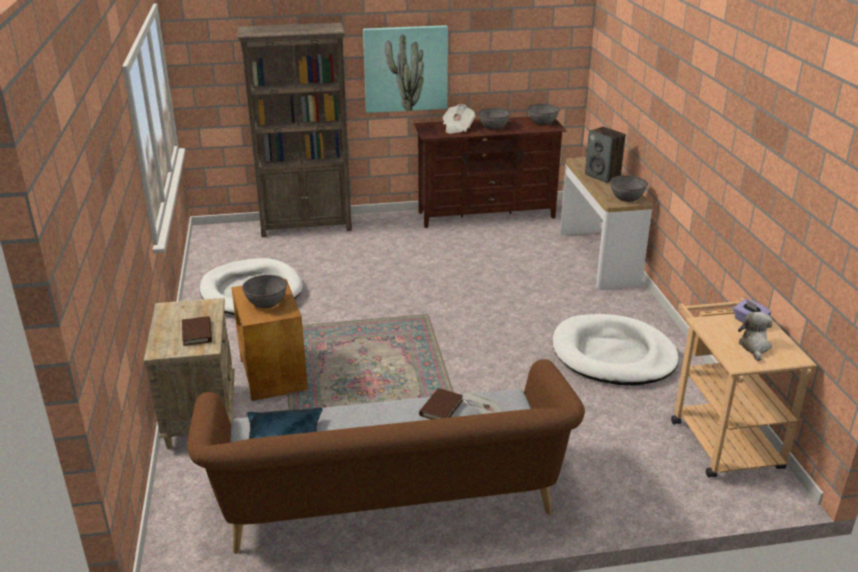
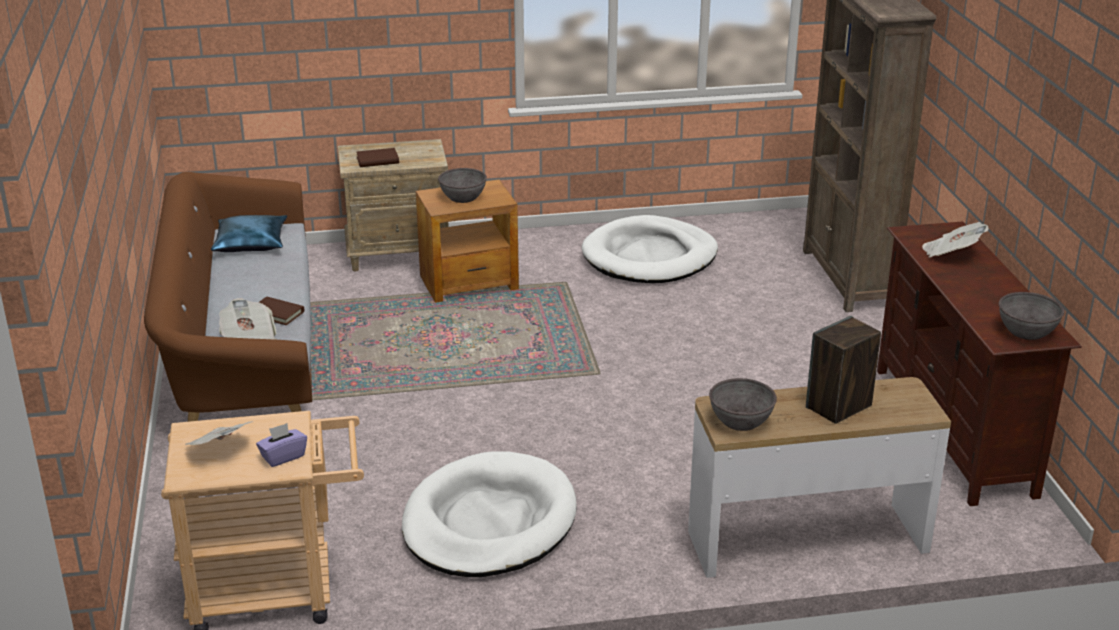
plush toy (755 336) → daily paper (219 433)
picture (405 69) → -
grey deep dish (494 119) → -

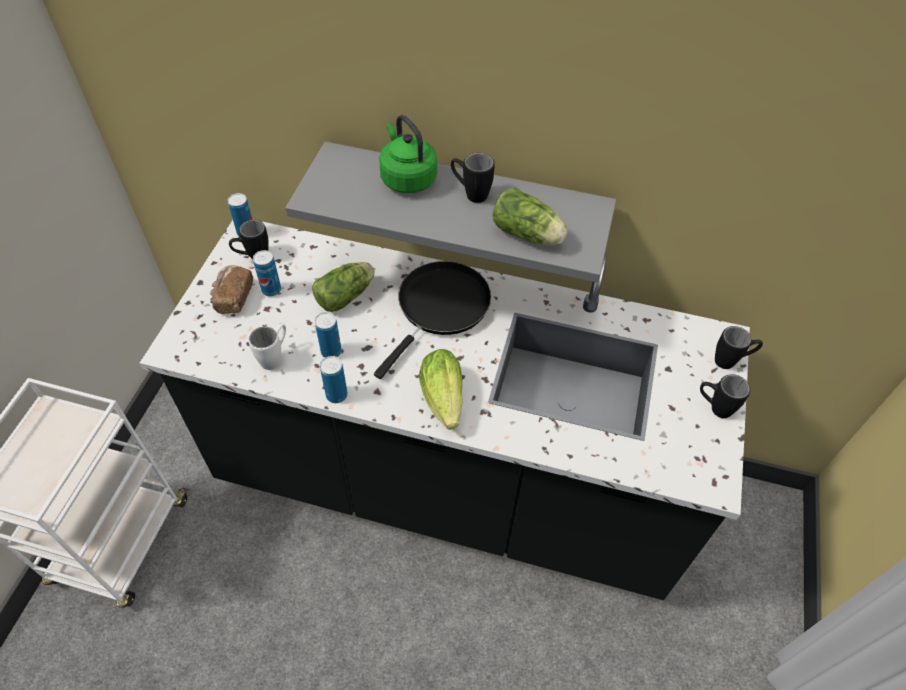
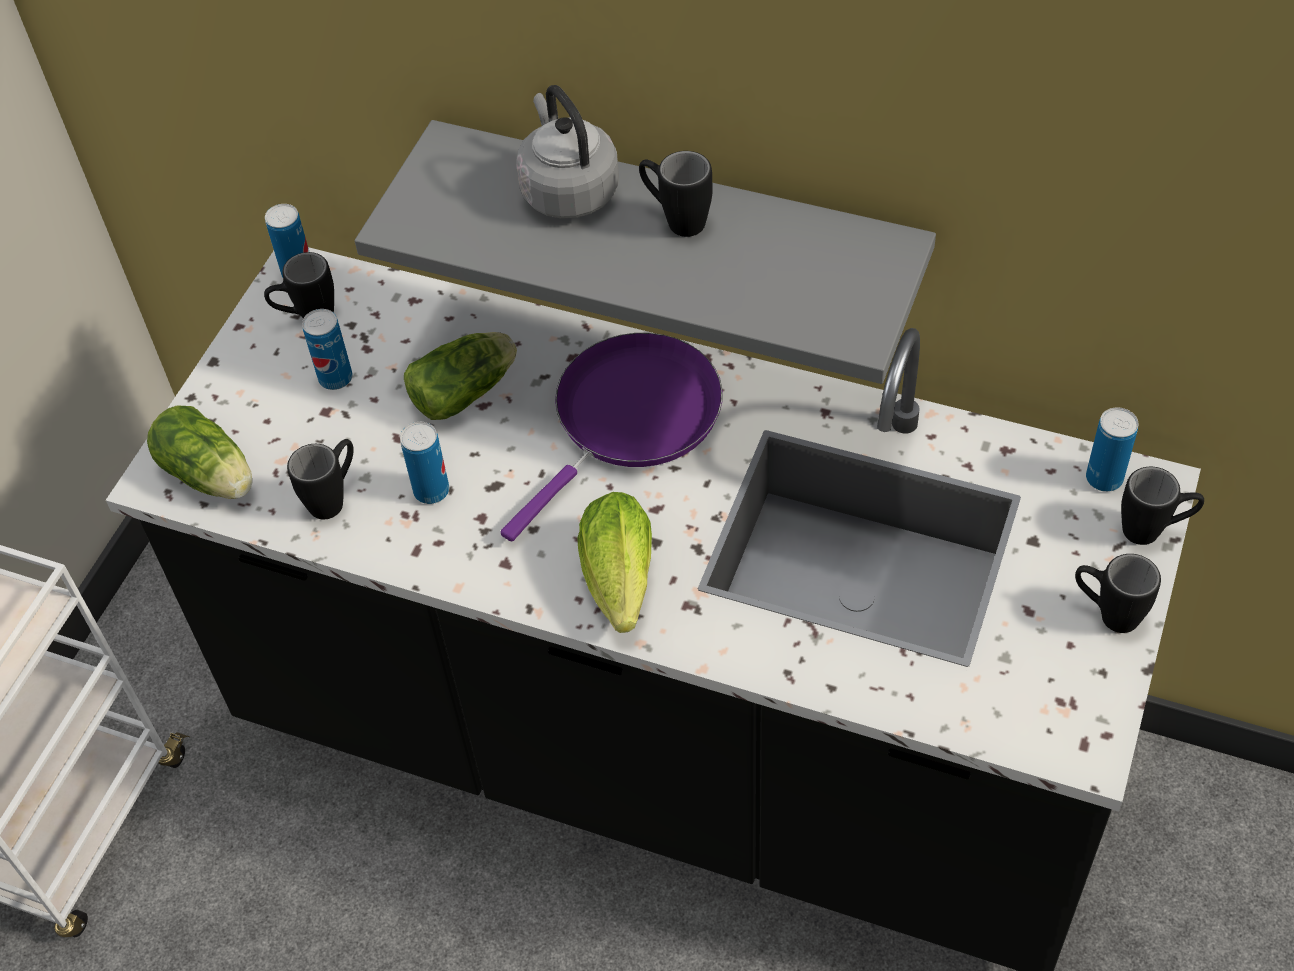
lettuce (529 216) → lettuce (199 452), move
white-coloured coffee mug (267 346) → blackish coffee mug (320 479)
blackish frying pan (432 320) → purple frying pan (611 437)
green-coloured tea kettle (408 154) → grey tea kettle (568 152)
metal can (334 379) → metal can (1112 449), move
bread (231 289) → -

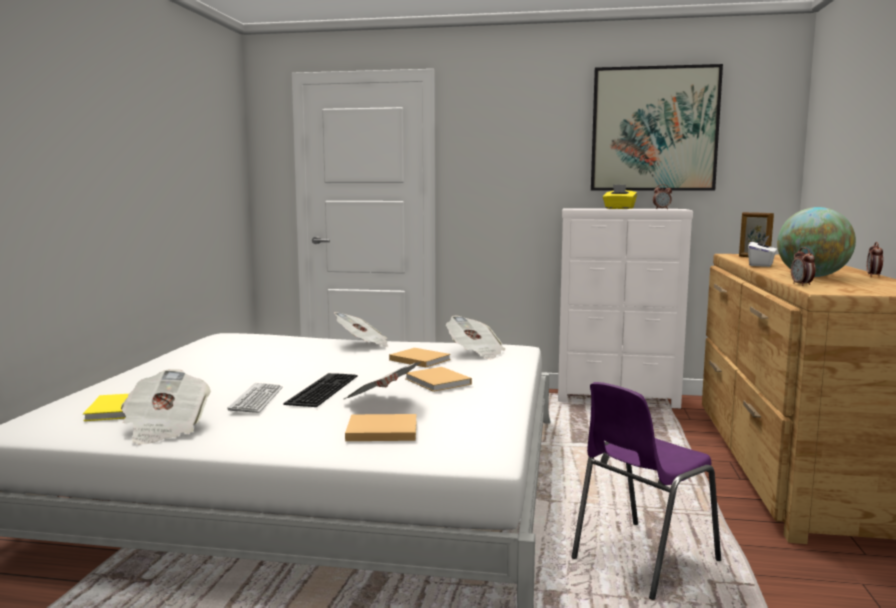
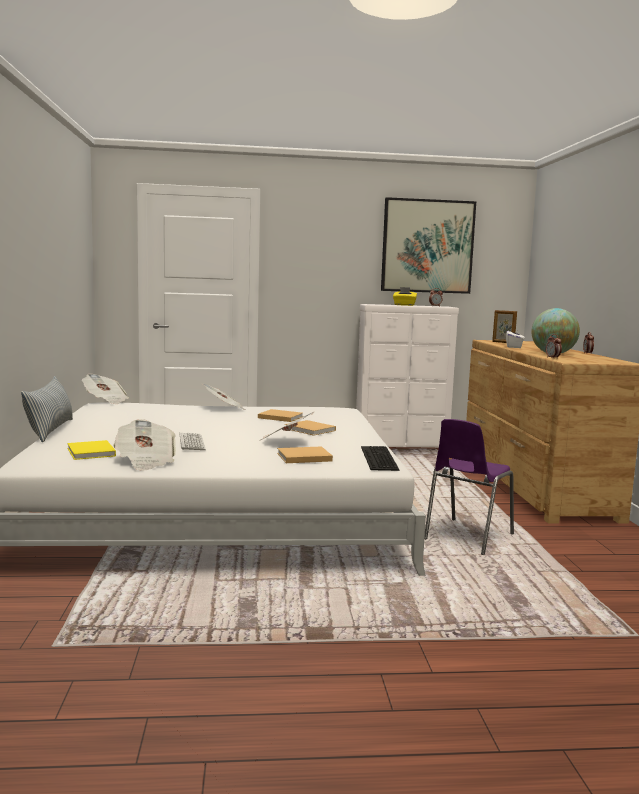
- → throw pillow (47 409)
daily paper (475 337) → daily paper (105 389), move
computer keyboard (320 390) → computer keyboard (380 458), move

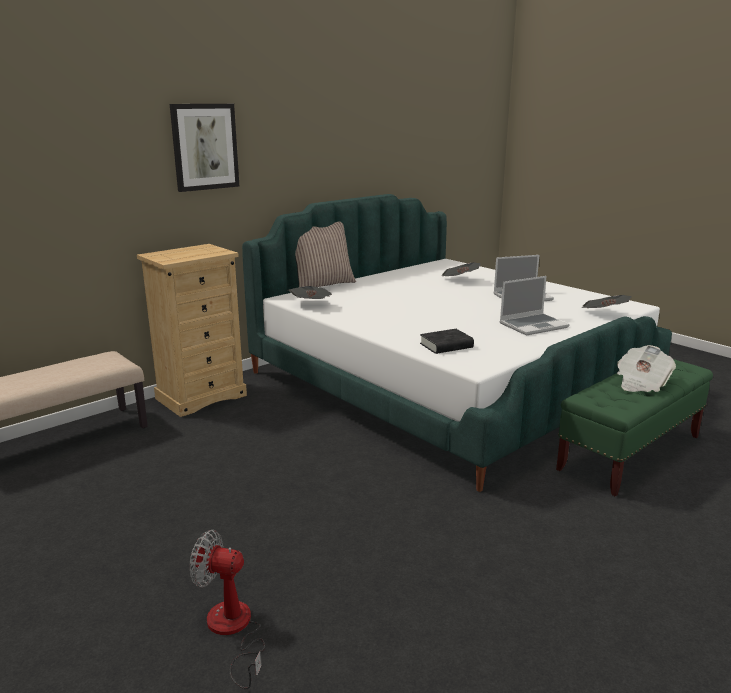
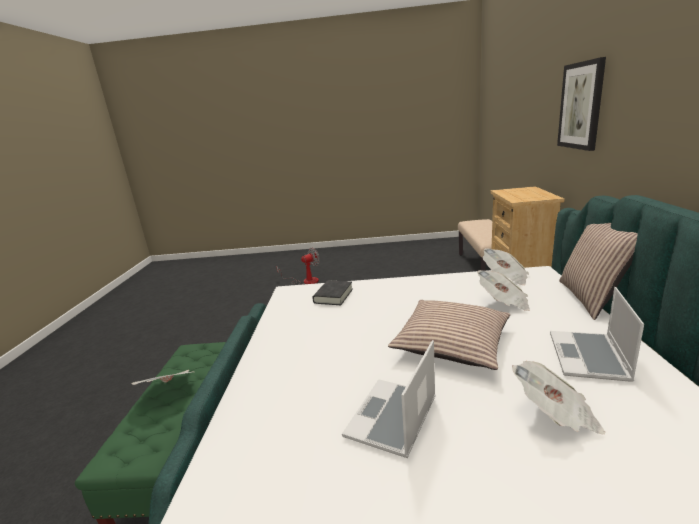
- → throw pillow (449 335)
daily paper (606 301) → daily paper (503 290), move
notebook computer (535 306) → notebook computer (597 334), move

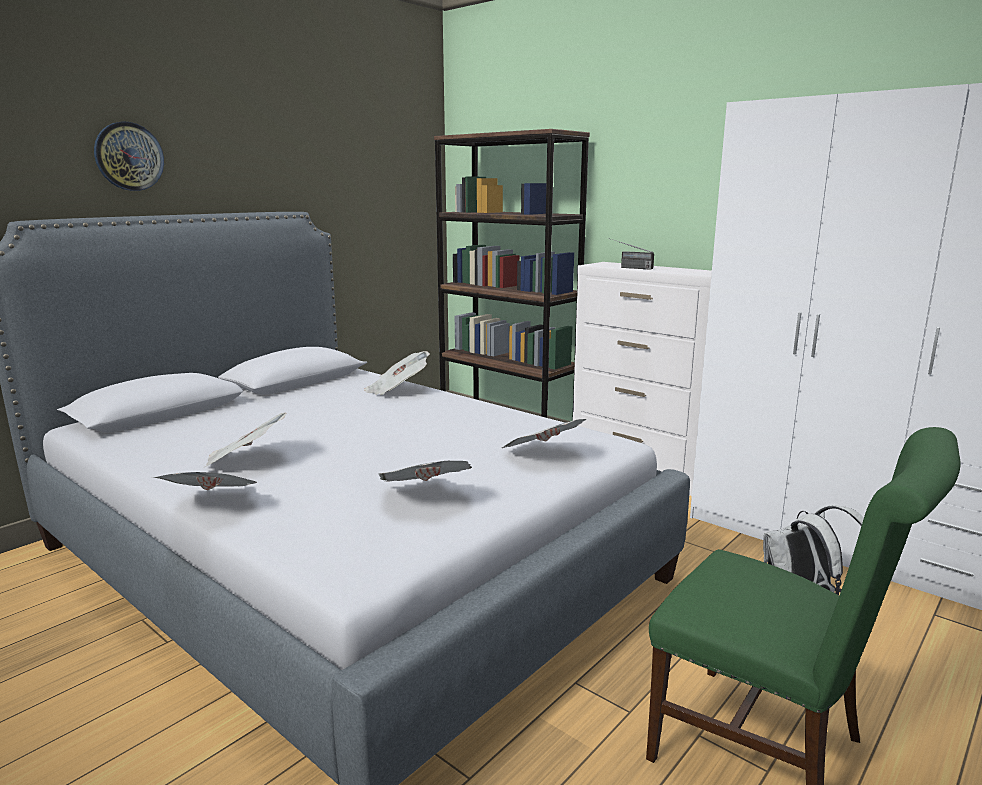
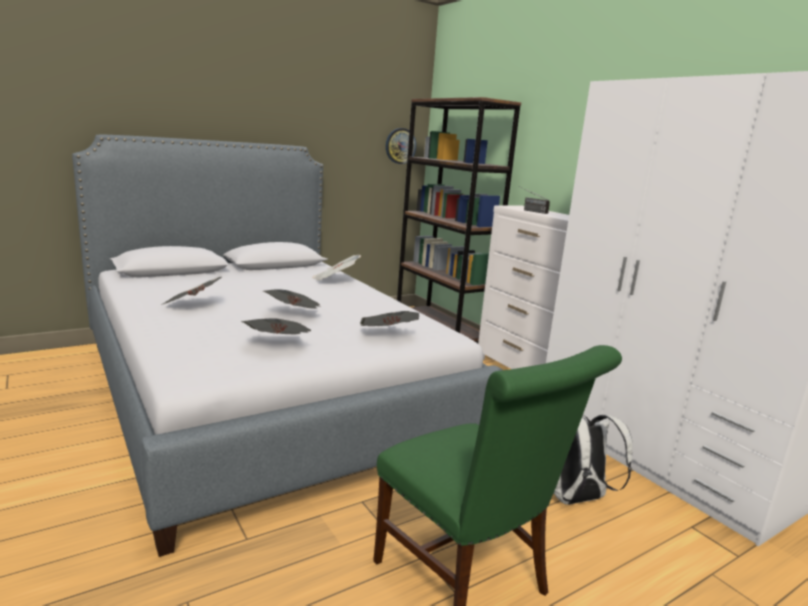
daily paper (205 481) → daily paper (291 299), move
clock on the wall (129 156) → clock on the wall (401 146), move

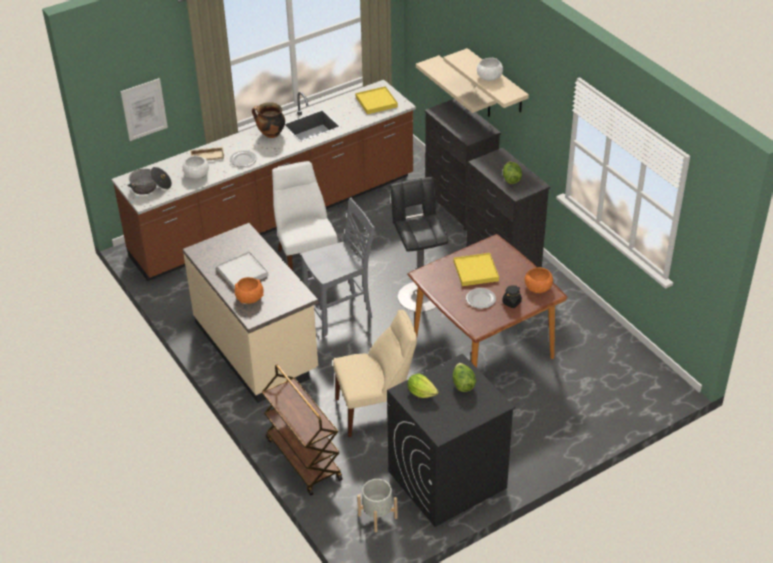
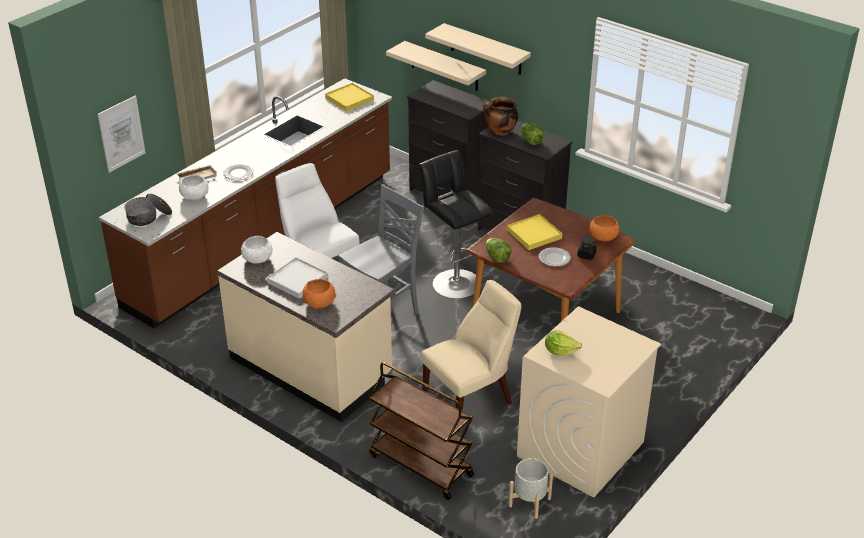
white-coloured deep dish (490 69) → white-coloured deep dish (257 250), move
saucepot (268 120) → saucepot (500 116), move
lettuce (464 377) → lettuce (498 250), move
blackish washing machine (451 440) → sand-coloured washing machine (589 402)

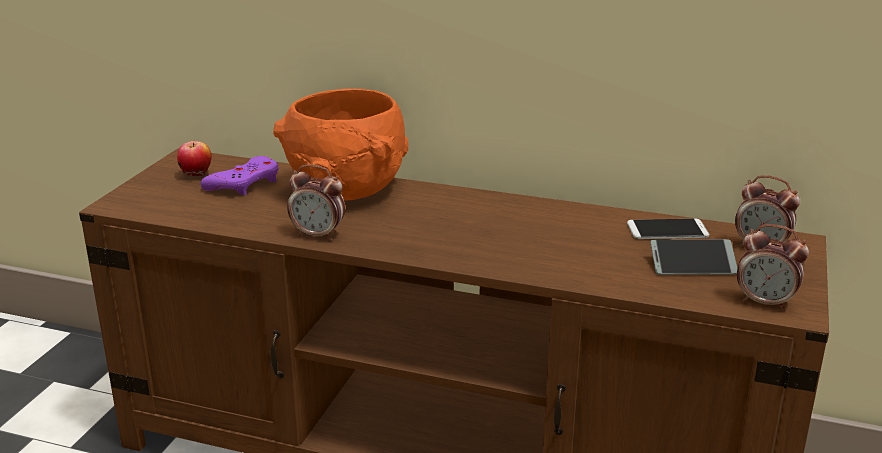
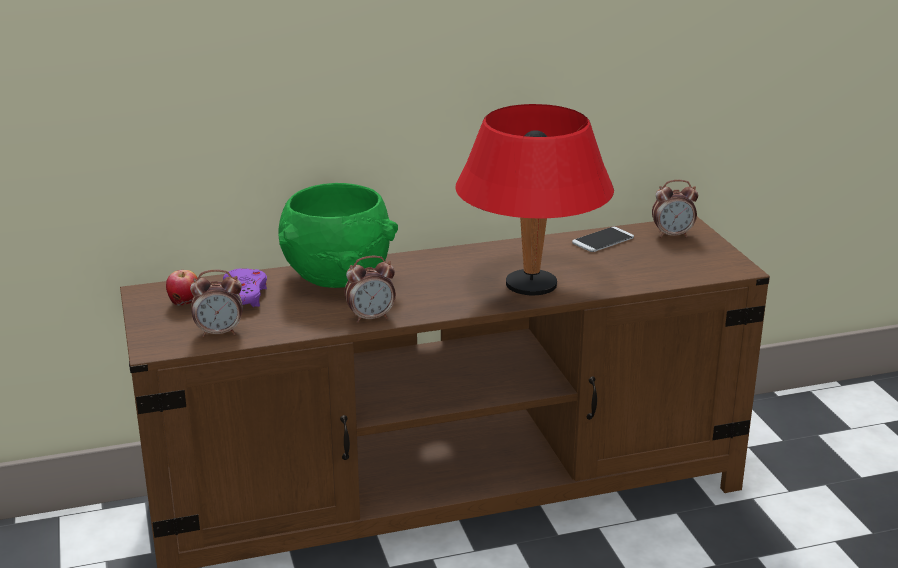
bedside clock (773 267) → bedside clock (216 303), move
orange deep dish (340 145) → green-coloured deep dish (338 235)
- → reddish tabletop lamp (535 199)
handset (693 257) → -

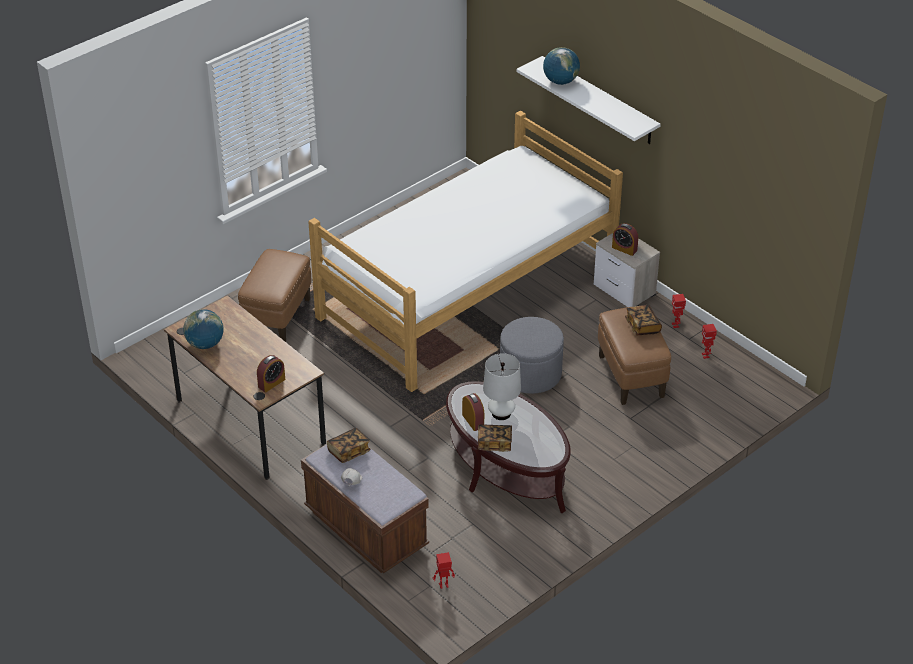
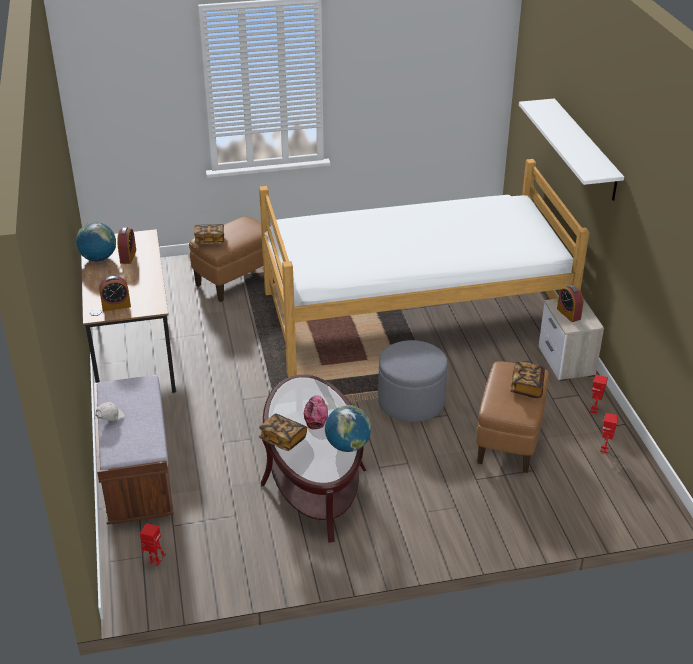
bedside clock (473 412) → bedside clock (126 245), move
bound book (349 445) → bound book (209 234), move
white-coloured tabletop lamp (502 386) → baseball cap (316 412)
desk globe (561 66) → desk globe (348 428), move

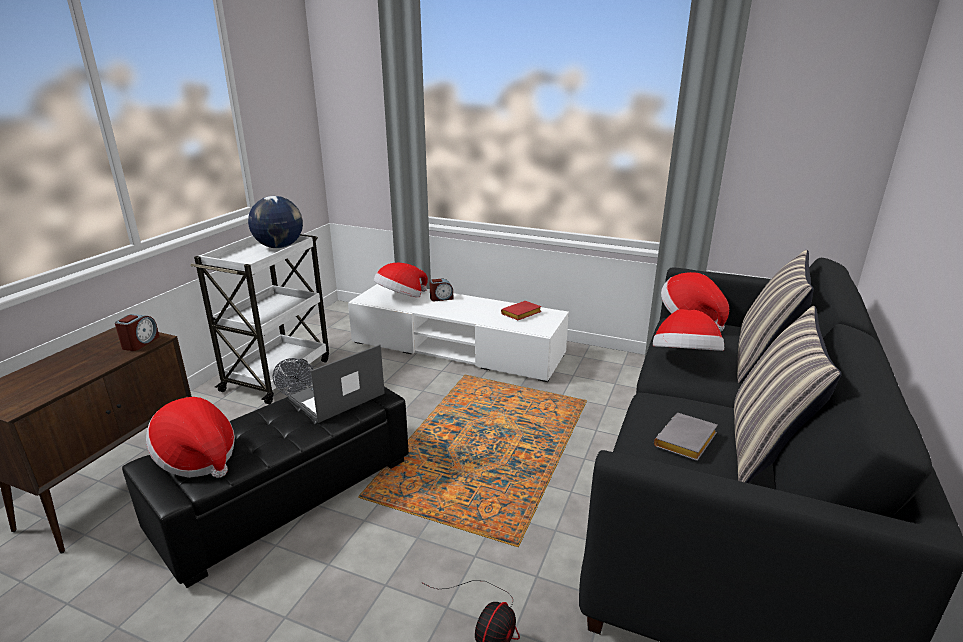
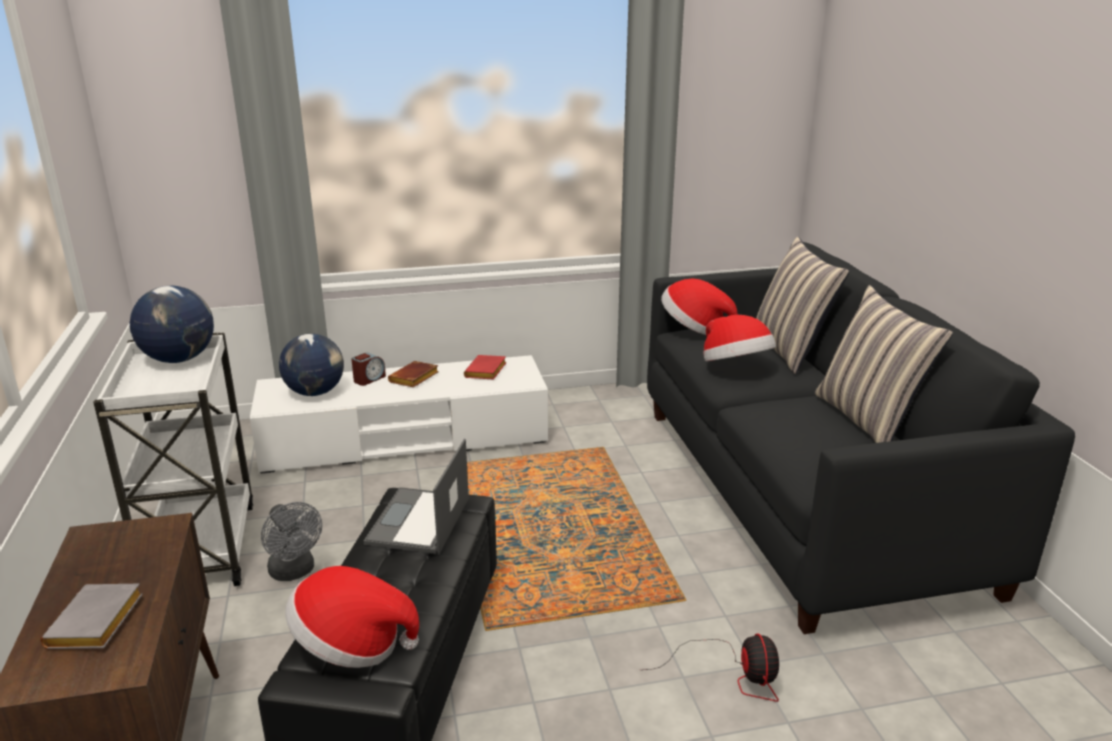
grey bound book (686 437) → grey bound book (91 616), move
hat (401 280) → desk globe (311 364)
- → brown bound book (413 374)
bedside clock (137 332) → -

